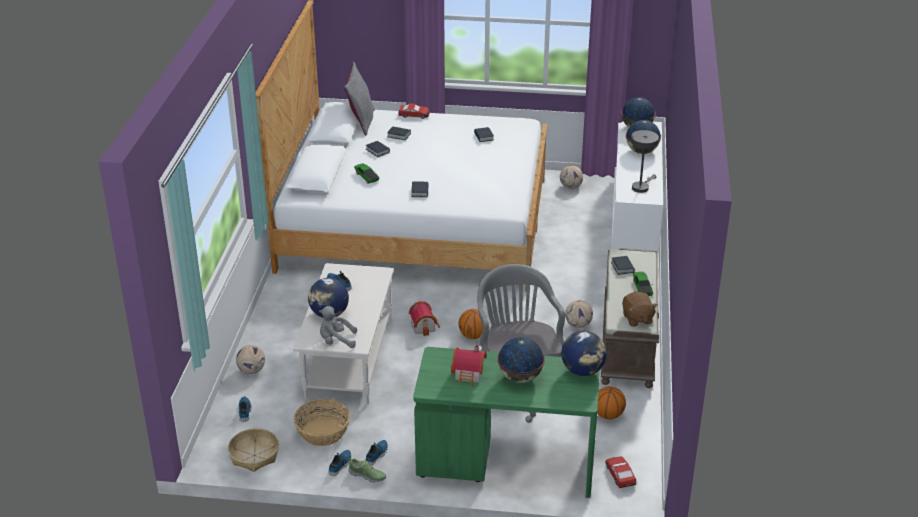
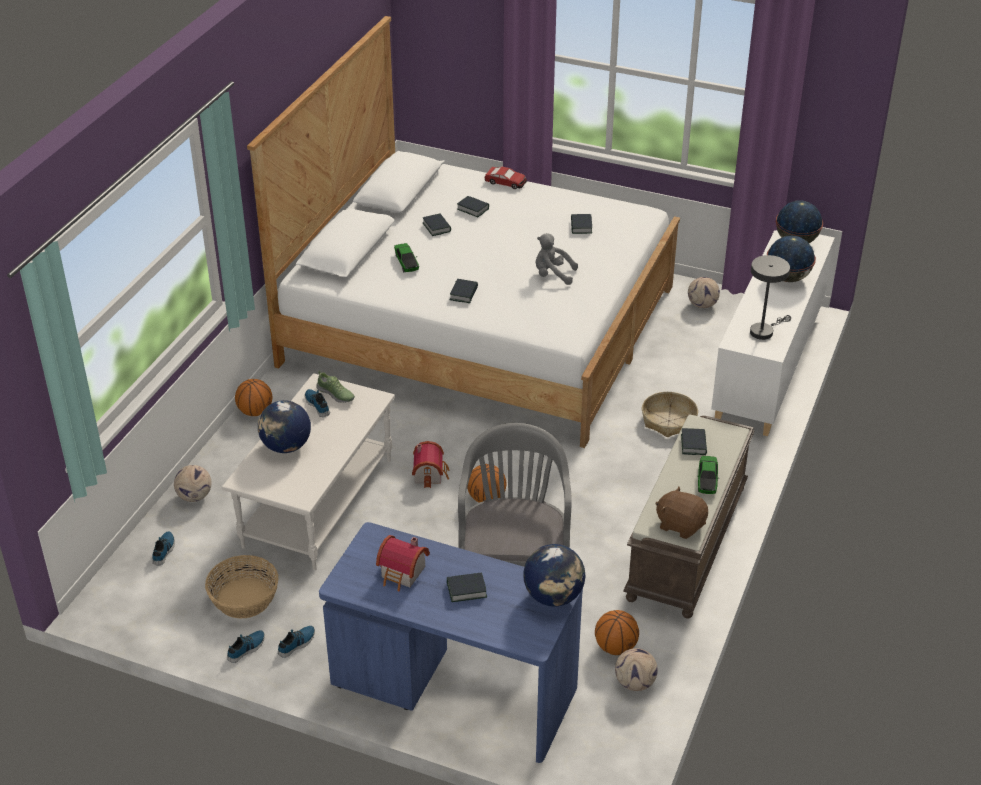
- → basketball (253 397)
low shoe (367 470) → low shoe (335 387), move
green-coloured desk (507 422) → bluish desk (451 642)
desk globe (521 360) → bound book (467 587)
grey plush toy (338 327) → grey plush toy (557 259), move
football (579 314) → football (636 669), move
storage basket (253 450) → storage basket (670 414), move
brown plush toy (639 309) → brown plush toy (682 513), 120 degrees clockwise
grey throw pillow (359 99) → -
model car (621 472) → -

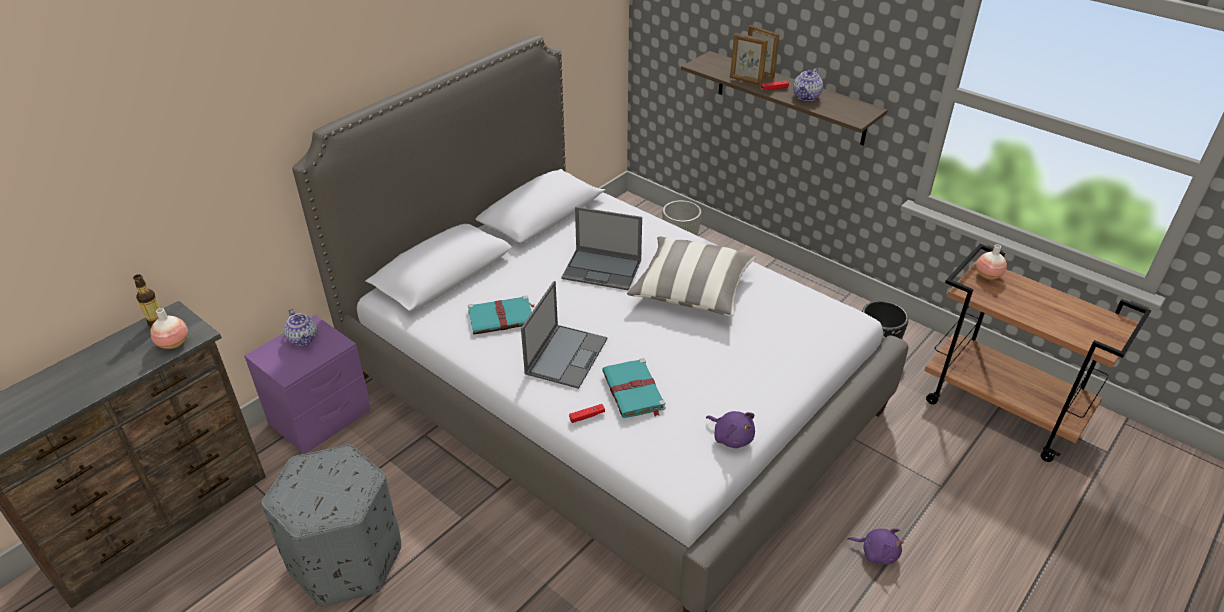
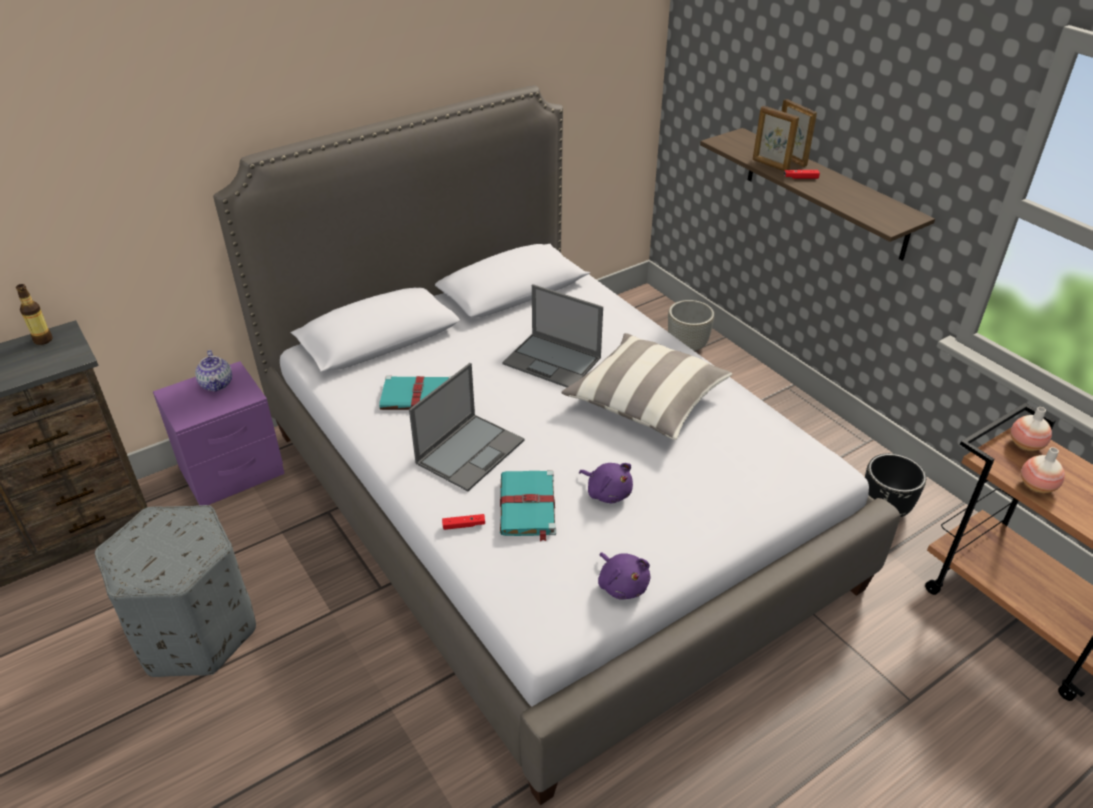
purple plush toy (875 546) → purple plush toy (606 483), move
decorative vase (169 328) → decorative vase (1043 470), move
teapot (808 84) → -

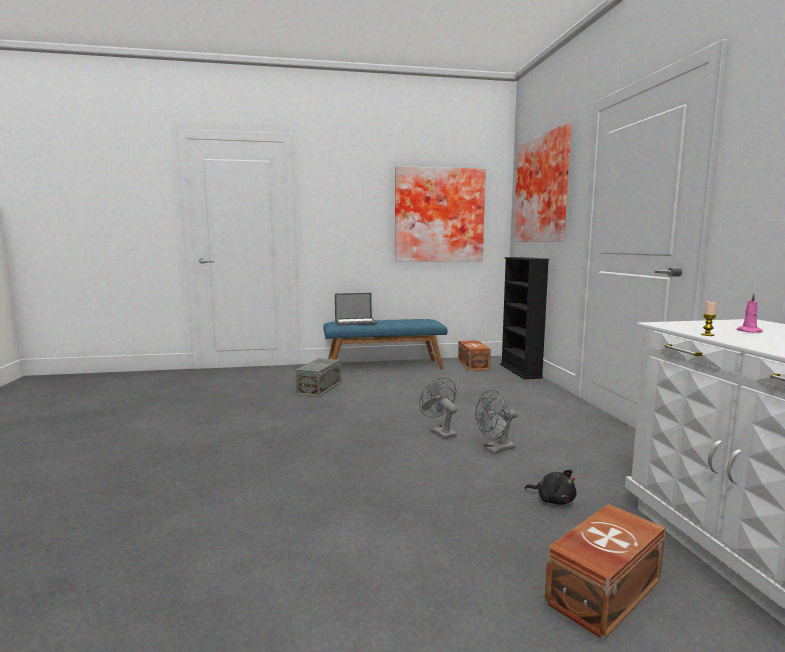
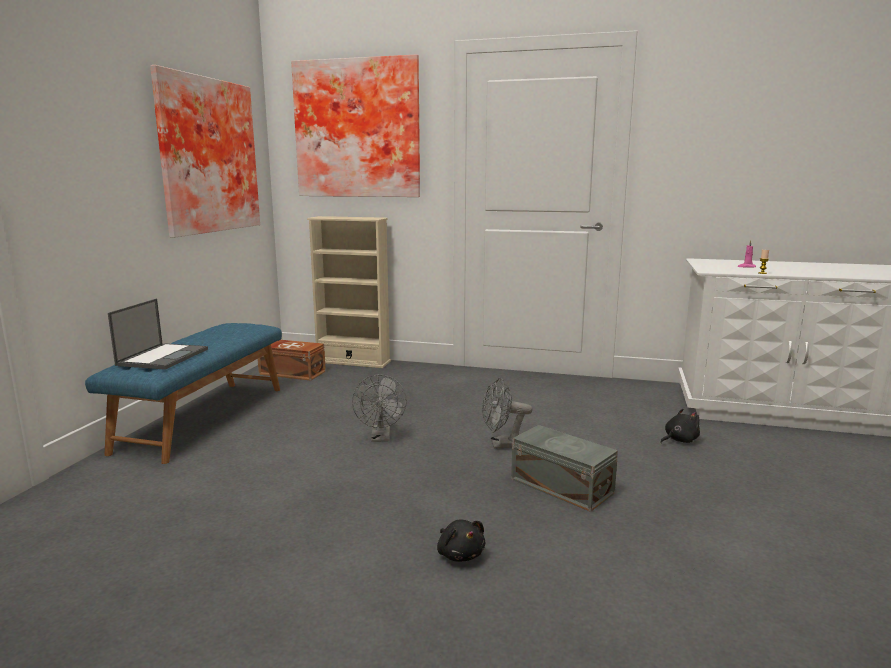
blackish bookcase (524 318) → sand-coloured bookcase (349 292)
grey electric fan (496 422) → grey electric fan (379 408), move
- → blackish plush toy (461 540)
grey storage bin (318 377) → grey storage bin (564 468), move
brown storage bin (605 572) → -

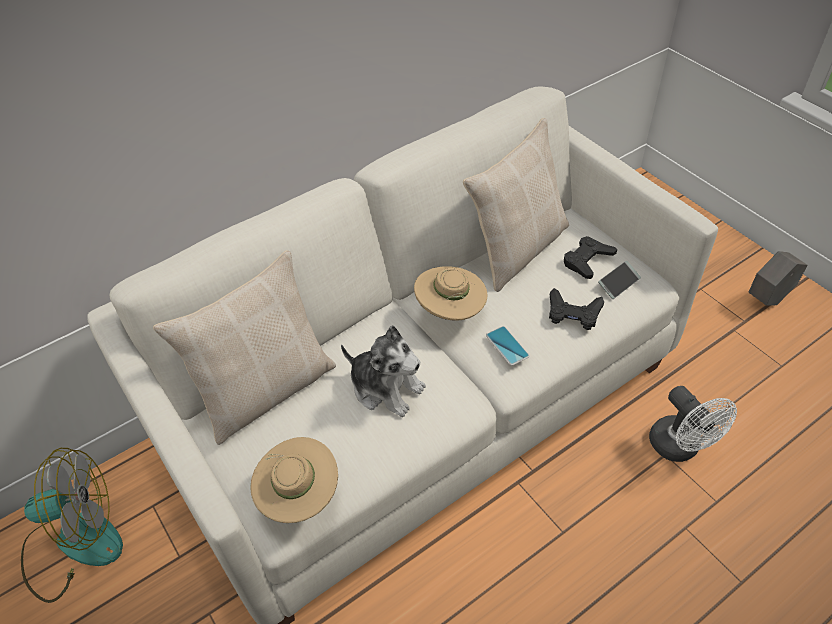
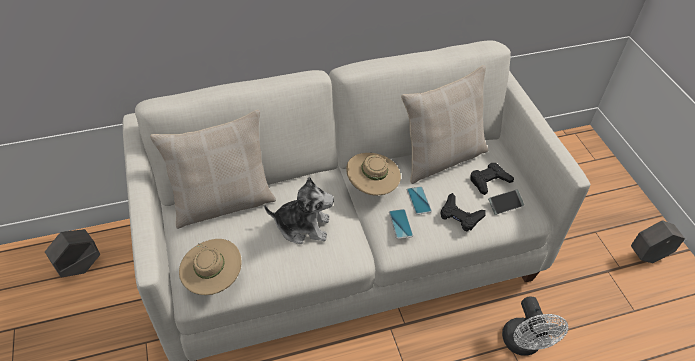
electric fan (72 525) → grey flower pot (72 253)
plush toy (383 371) → plush toy (299 210), 45 degrees counterclockwise
- → handset (419 200)

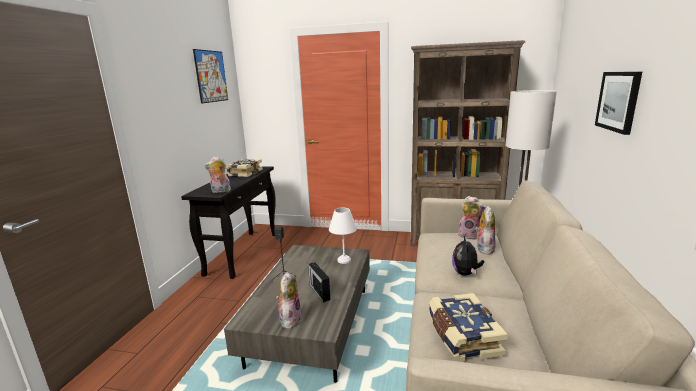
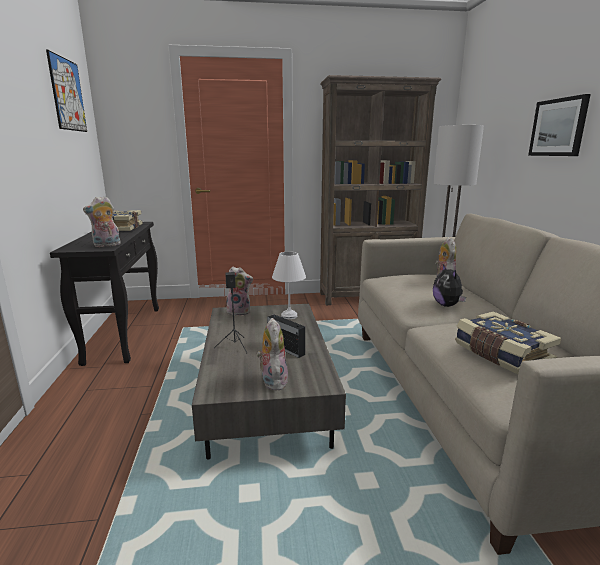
plush toy (472 218) → plush toy (239 291), move

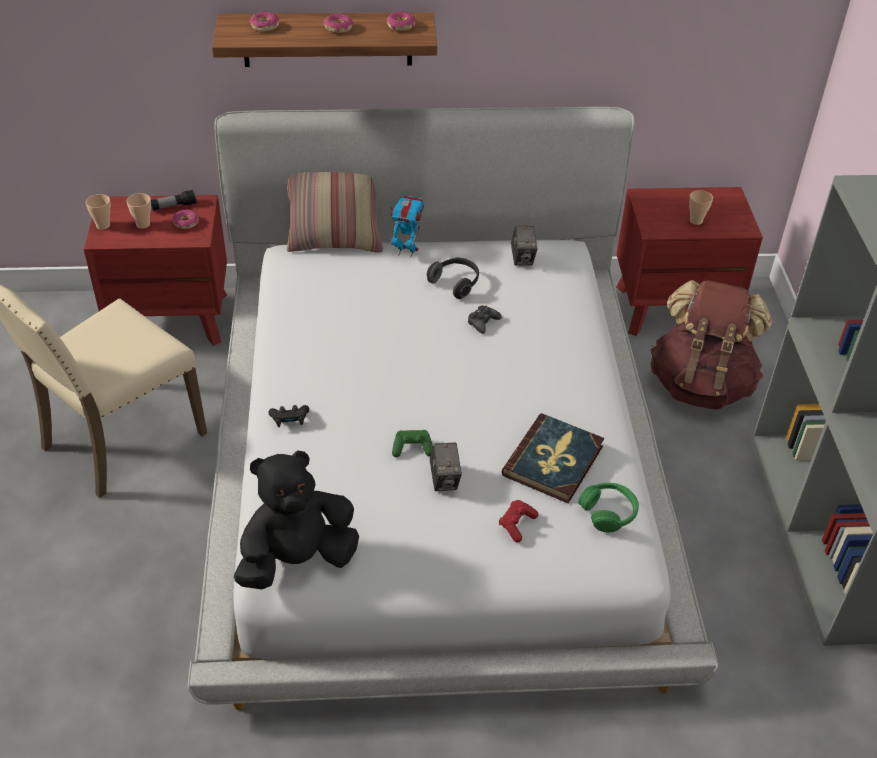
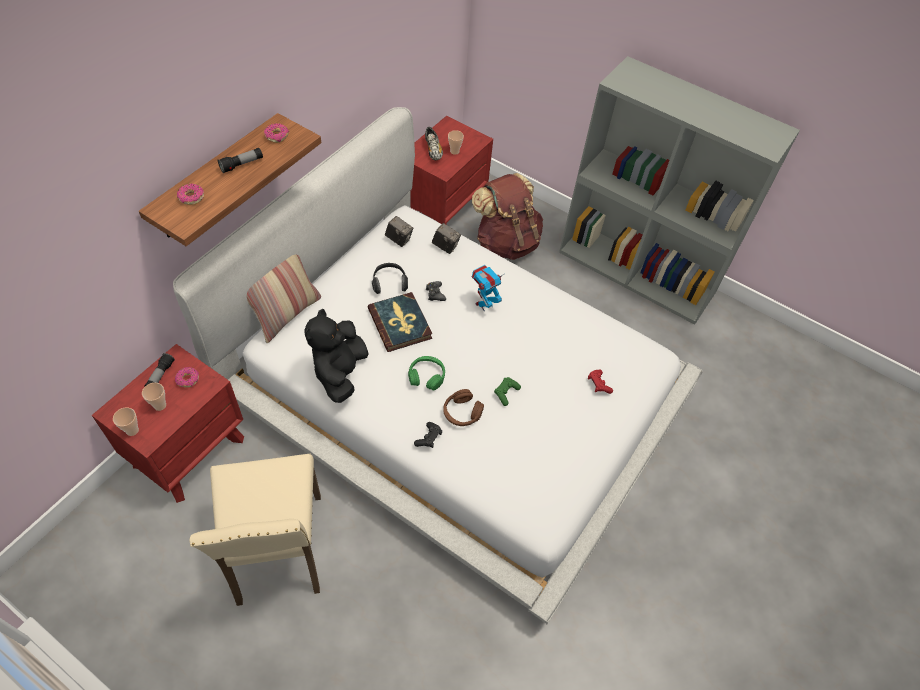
donut (338 23) → flashlight (240 160)
blackish plush toy (296 519) → blackish plush toy (336 356), move
bound book (553 458) → bound book (400 322), move
green-coloured headphones (608 507) → green-coloured headphones (426 373), move
- → low shoe (434 143)
still camera (446 467) → still camera (446 238), move
- → brown headphones (463 407)
toy robot (406 226) → toy robot (488 288), move

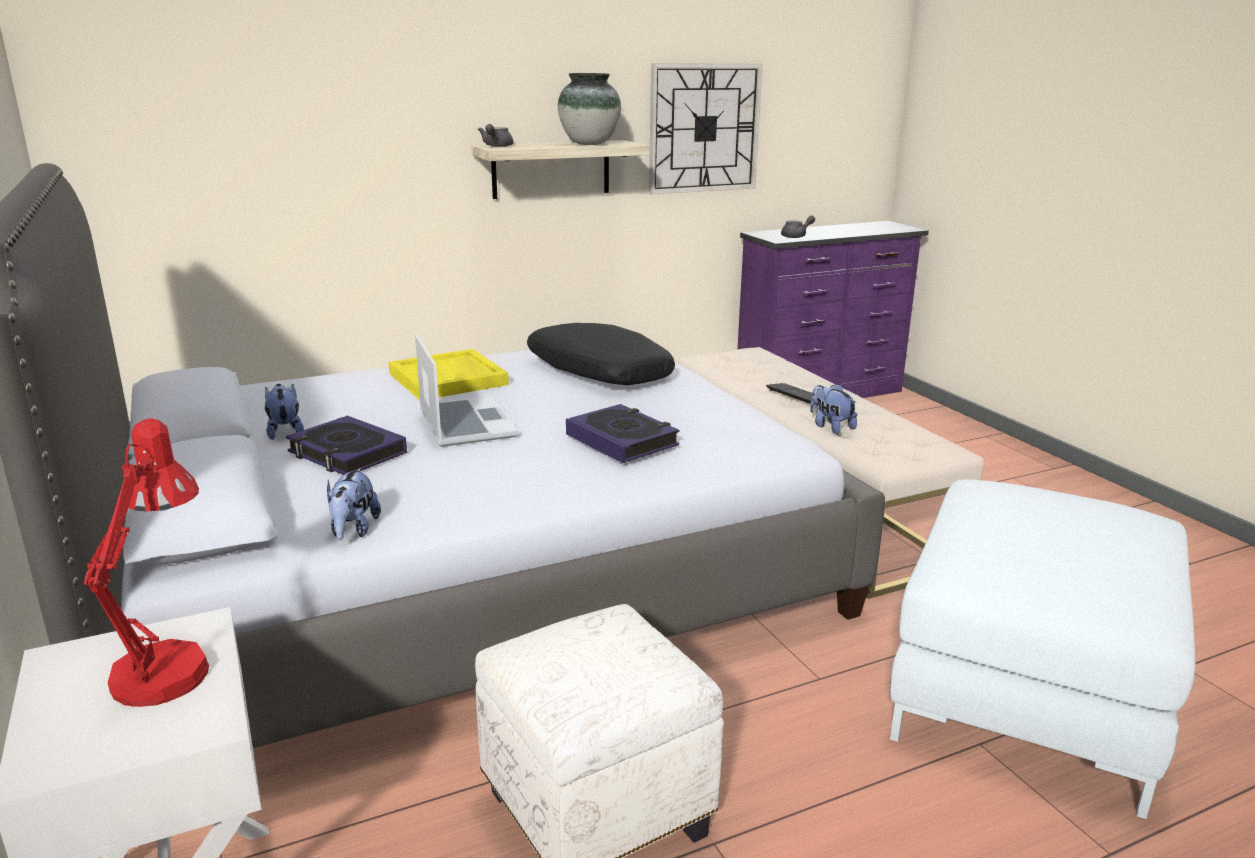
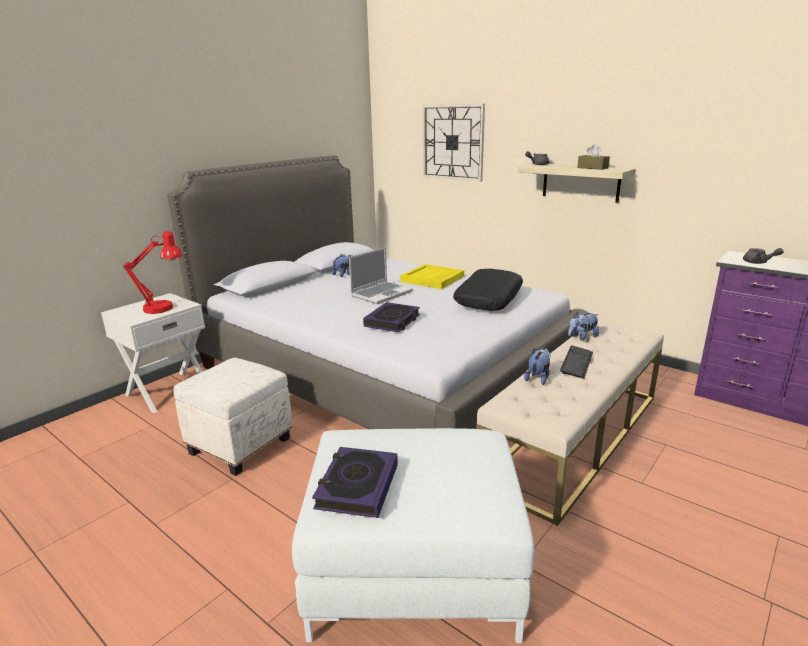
bound book (346 445) → bound book (355 482), move
clock on the wall (706 128) → clock on the wall (454 143), move
plush toy (354 504) → plush toy (583 326), move
decorative vase (589 109) → brown tissue box (593 157)

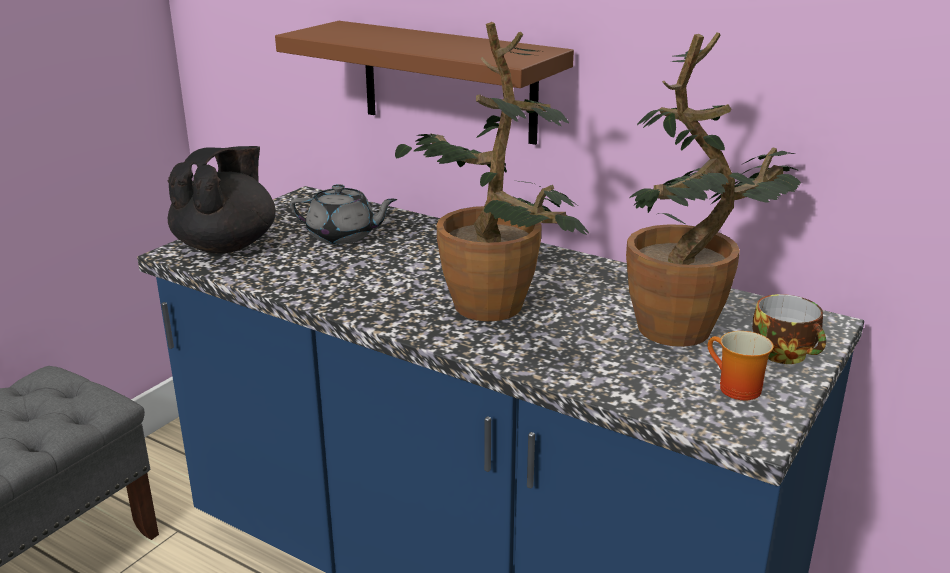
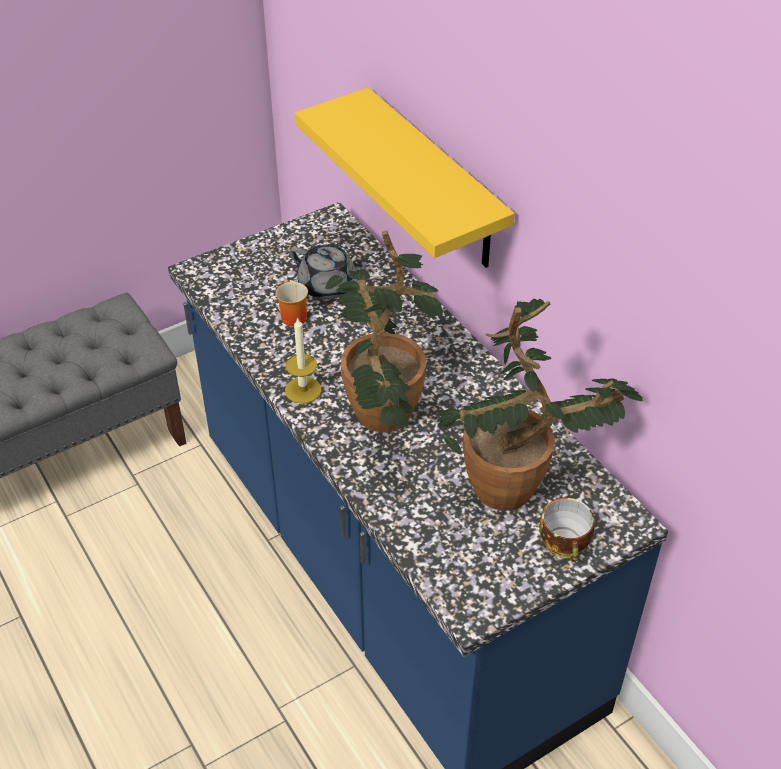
coffee mug (741 365) → coffee mug (291 304), move
- → wax candle (303 360)
brown wall shelf (424 83) → yellow wall shelf (404 178)
blackish teapot (221 200) → -

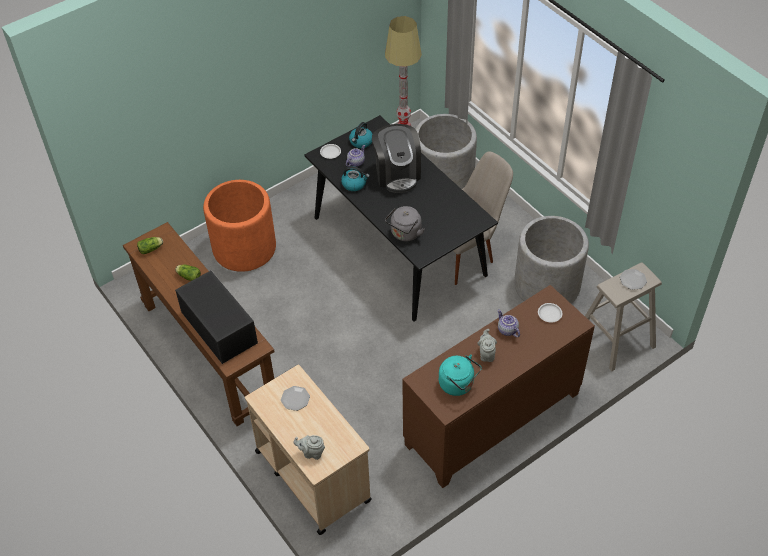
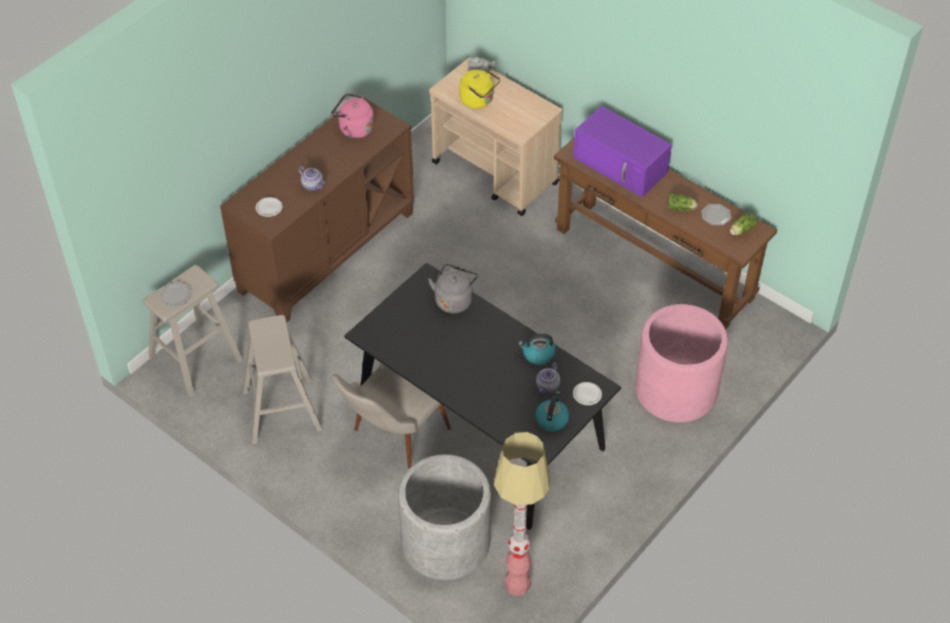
grey flower pot (551 260) → sand-coloured stool seat (282 379)
turquoise-coloured tea kettle (460 375) → pink tea kettle (352 115)
- → yellow tea kettle (479 89)
blackish microwave (216 317) → purple microwave (622 151)
orange flower pot (239 226) → pink flower pot (681 363)
plate (295 398) → plate (716 215), move
coffee maker (396 158) → -
grey teapot (487 345) → -

